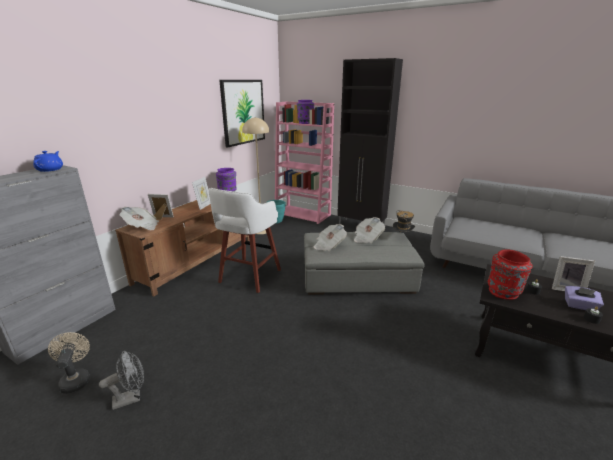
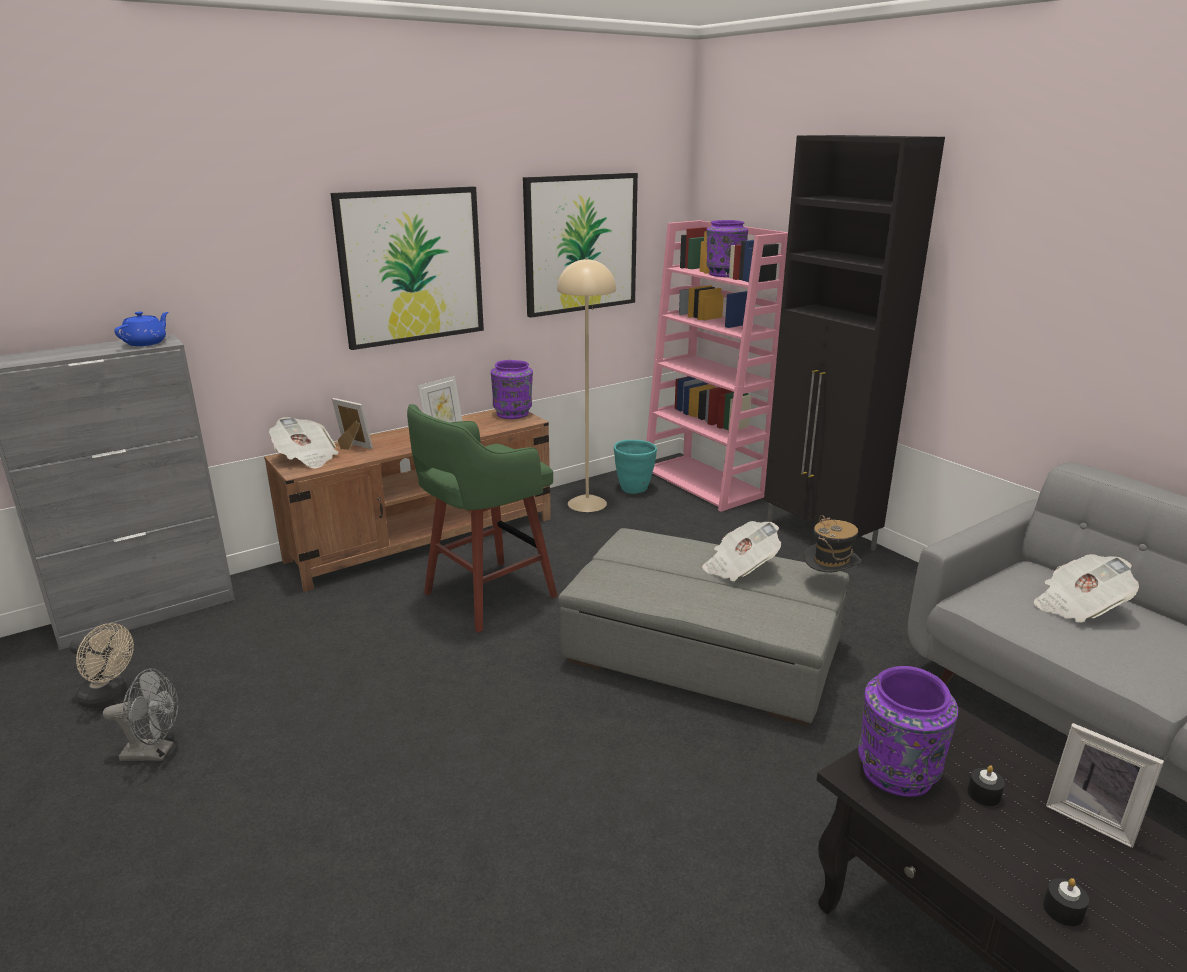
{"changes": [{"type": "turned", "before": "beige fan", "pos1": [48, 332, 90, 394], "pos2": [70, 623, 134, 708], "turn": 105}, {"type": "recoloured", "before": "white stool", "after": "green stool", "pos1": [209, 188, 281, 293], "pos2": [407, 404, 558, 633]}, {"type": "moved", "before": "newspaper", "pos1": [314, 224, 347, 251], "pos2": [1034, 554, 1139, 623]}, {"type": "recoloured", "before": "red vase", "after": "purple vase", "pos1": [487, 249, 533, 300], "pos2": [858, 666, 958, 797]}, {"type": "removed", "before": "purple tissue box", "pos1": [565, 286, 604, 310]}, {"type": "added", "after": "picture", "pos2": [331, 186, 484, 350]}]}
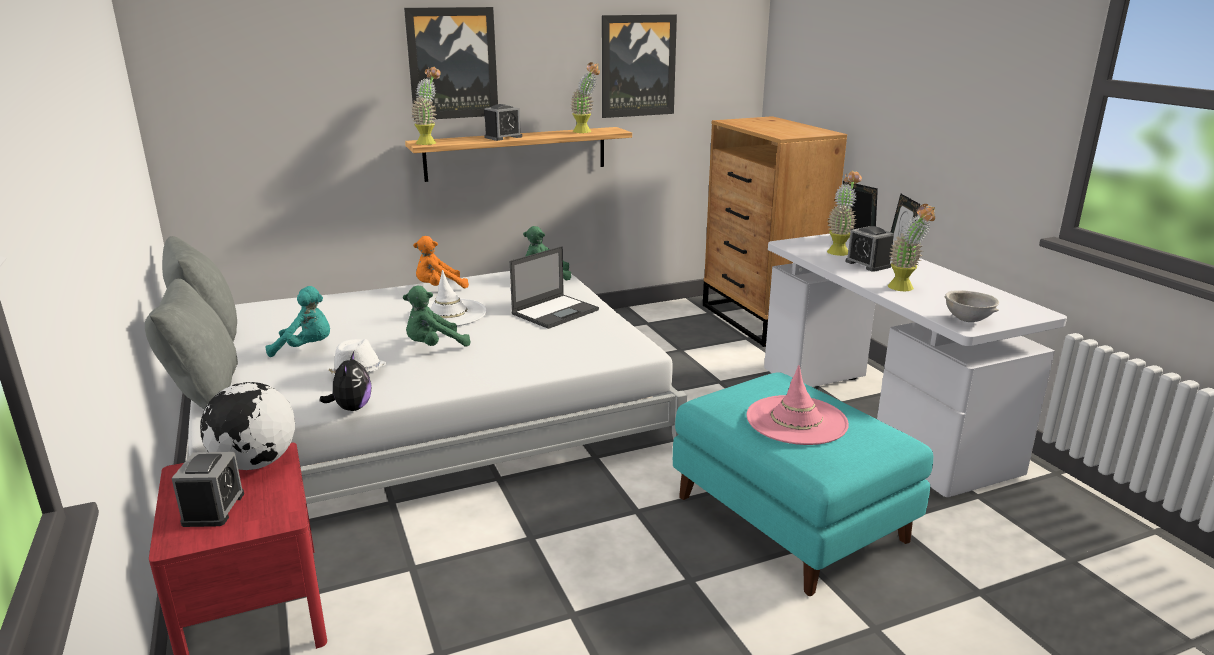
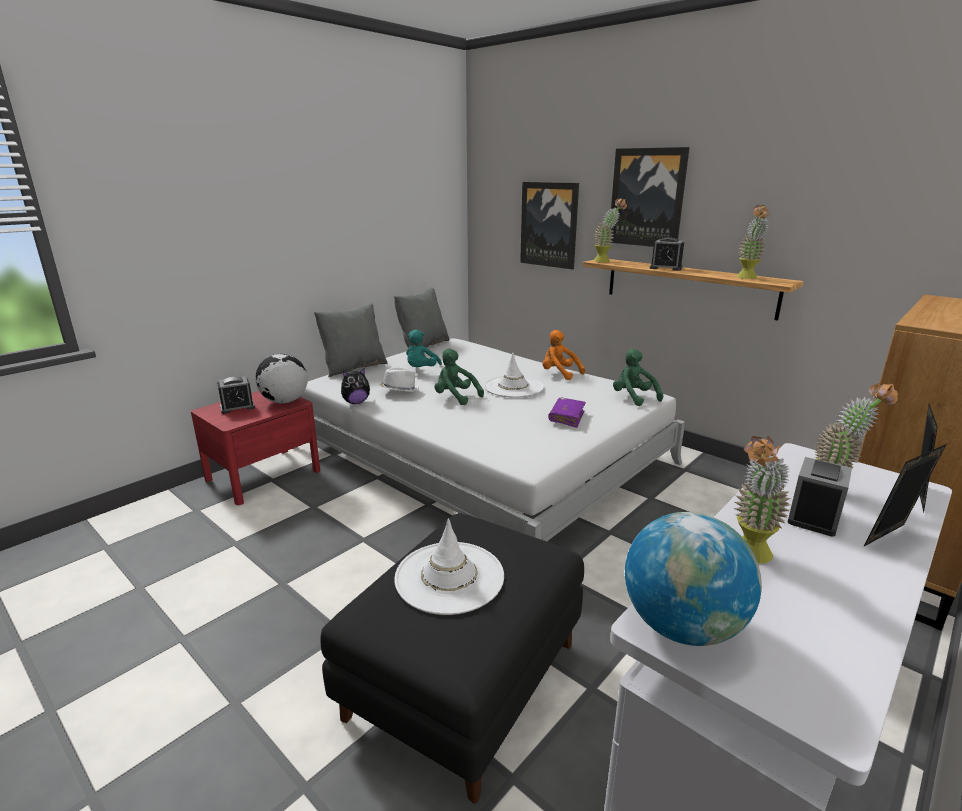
{"changes": [{"type": "turned", "before": "turquoise plush toy", "pos1": [265, 286, 330, 357], "pos2": [406, 330, 442, 367], "turn": 45}, {"type": "replaced", "before": "laptop", "after": "purple book", "pos1": [510, 246, 599, 329], "pos2": [548, 398, 586, 428]}, {"type": "moved", "before": "picture", "pos1": [602, 14, 677, 118], "pos2": [520, 182, 579, 270]}, {"type": "recoloured", "before": "turquoise ottoman", "after": "black ottoman", "pos1": [673, 372, 933, 596], "pos2": [321, 513, 584, 804]}, {"type": "recoloured", "before": "pink hat", "after": "white hat", "pos1": [747, 365, 849, 445], "pos2": [394, 519, 504, 615]}, {"type": "replaced", "before": "grey bowl", "after": "globe", "pos1": [944, 290, 999, 322], "pos2": [625, 512, 762, 646]}]}
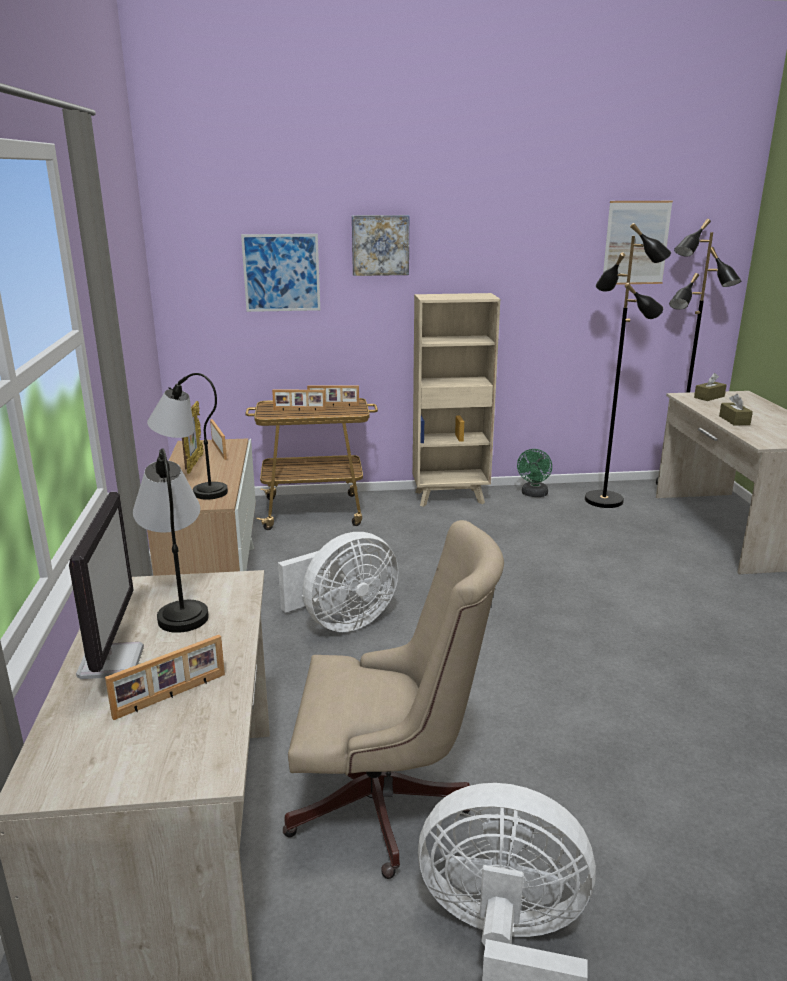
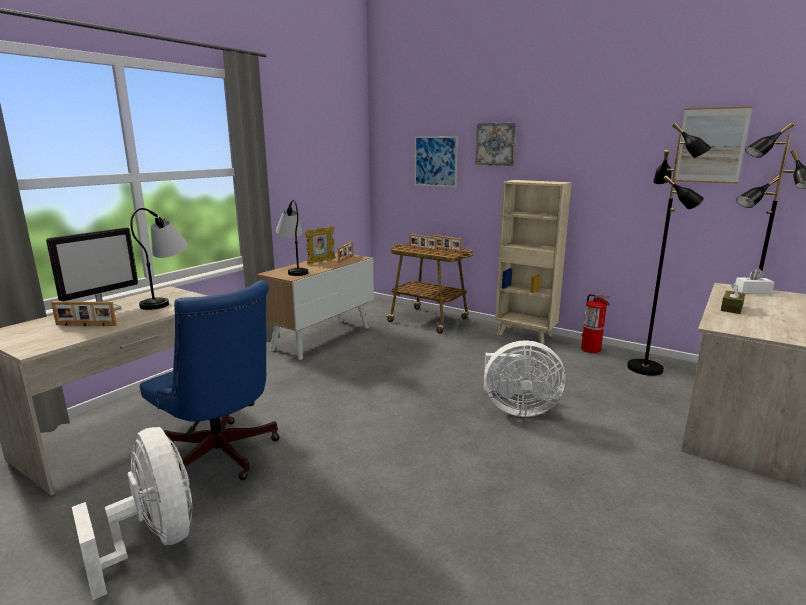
{"changes": [{"type": "moved", "before": "white fan", "pos1": [278, 532, 398, 632], "pos2": [484, 340, 566, 417]}, {"type": "recoloured", "before": "beige office chair", "after": "blue office chair", "pos1": [283, 520, 504, 879], "pos2": [140, 280, 280, 480]}, {"type": "replaced", "before": "green fan", "after": "fire extinguisher", "pos1": [517, 449, 552, 497], "pos2": [581, 294, 610, 353]}, {"type": "recoloured", "before": "brown tissue box", "after": "white tissue box", "pos1": [694, 373, 726, 401], "pos2": [736, 268, 774, 294]}]}
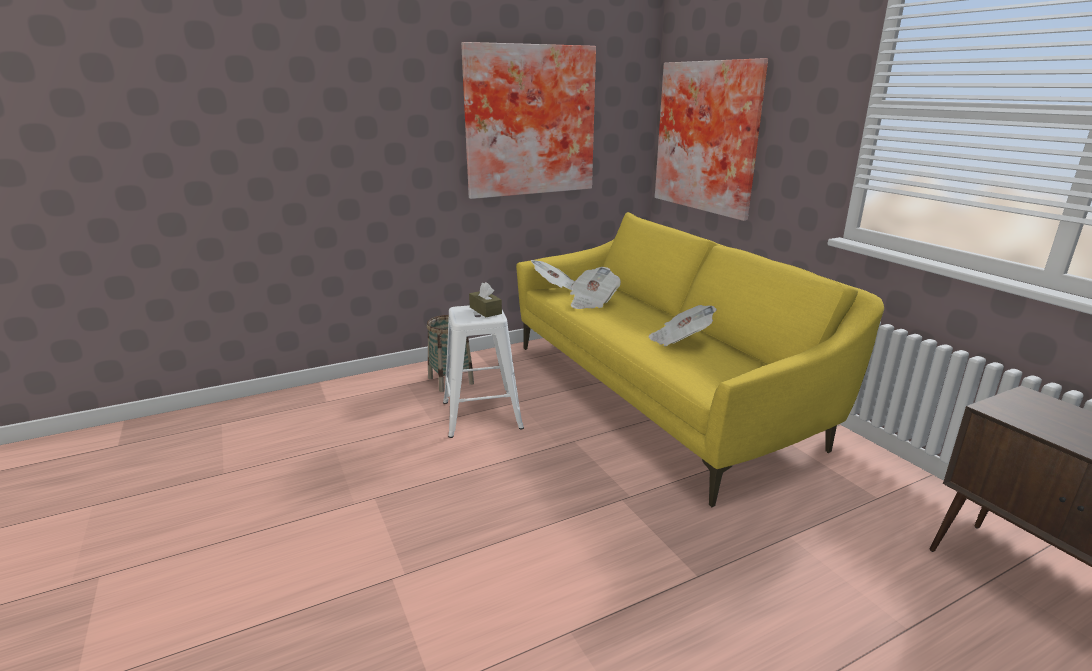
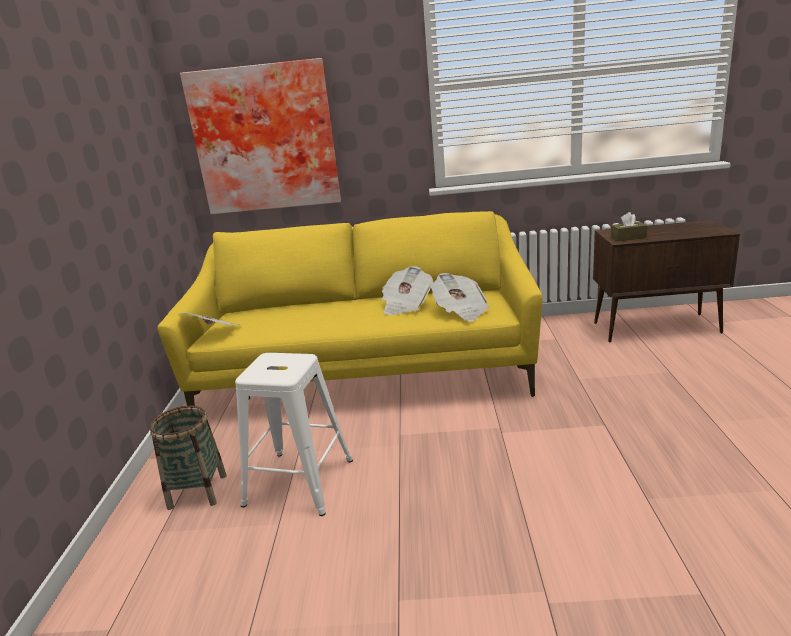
{"changes": [{"type": "removed", "before": "picture", "pos1": [461, 42, 596, 199]}, {"type": "moved", "before": "brown tissue box", "pos1": [469, 282, 502, 317], "pos2": [611, 212, 647, 241]}, {"type": "moved", "before": "newspaper", "pos1": [570, 267, 621, 309], "pos2": [430, 273, 490, 322]}]}
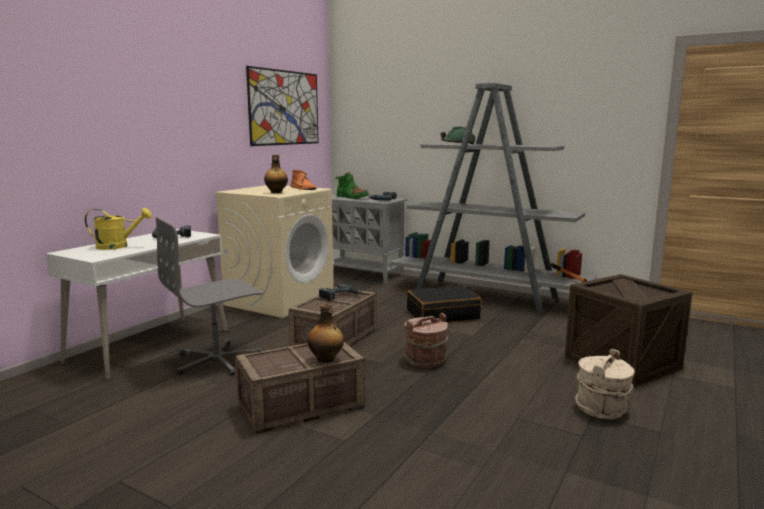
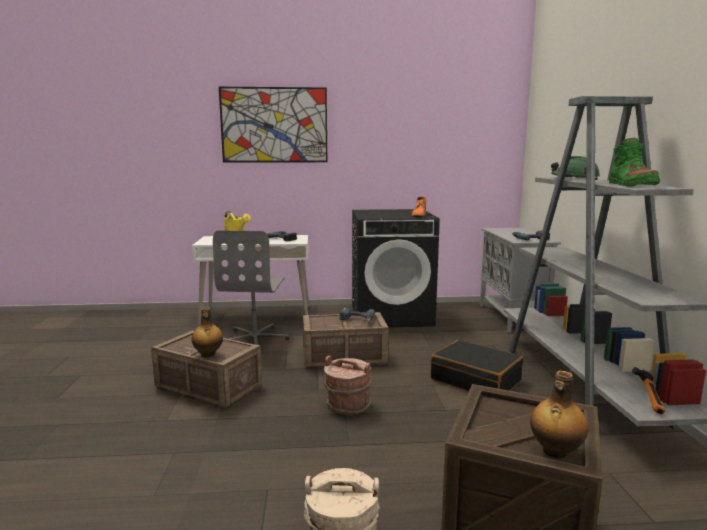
{"changes": [{"type": "turned", "before": "grey office chair", "pos1": [155, 217, 263, 376], "pos2": [213, 231, 290, 345], "turn": -105}, {"type": "recoloured", "before": "beige washing machine", "after": "black washing machine", "pos1": [214, 185, 334, 318], "pos2": [352, 209, 440, 328]}, {"type": "moved", "before": "picture", "pos1": [246, 66, 319, 146], "pos2": [219, 87, 327, 163]}, {"type": "moved", "before": "bottle", "pos1": [264, 155, 288, 193], "pos2": [530, 371, 589, 459]}, {"type": "moved", "before": "green boot", "pos1": [336, 172, 369, 199], "pos2": [609, 138, 660, 187]}]}
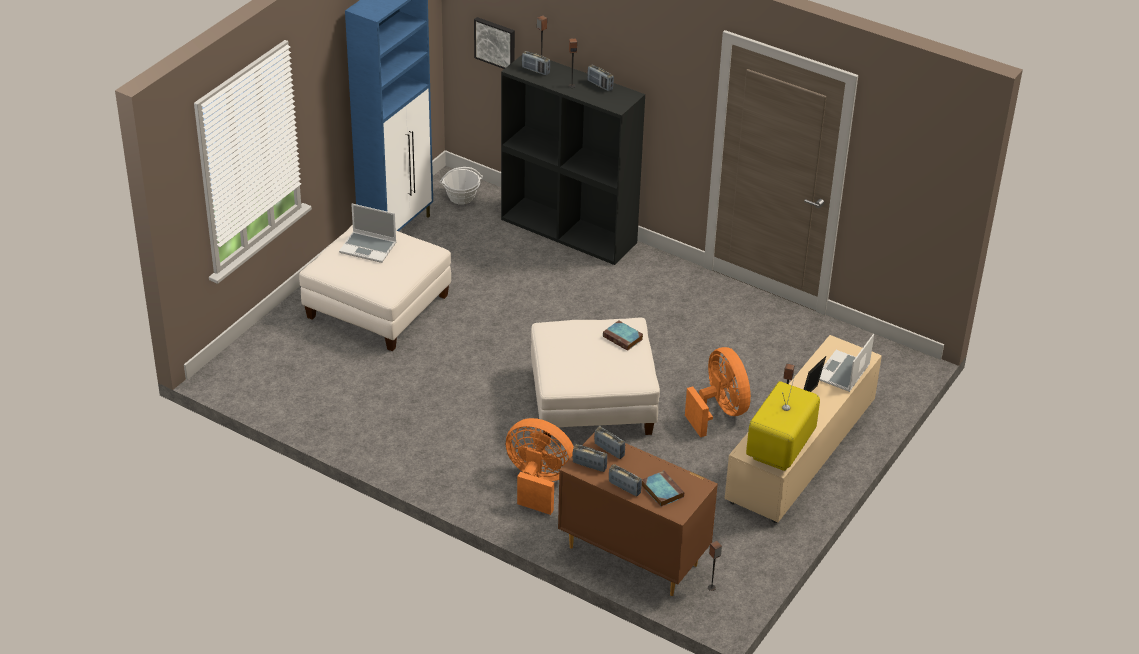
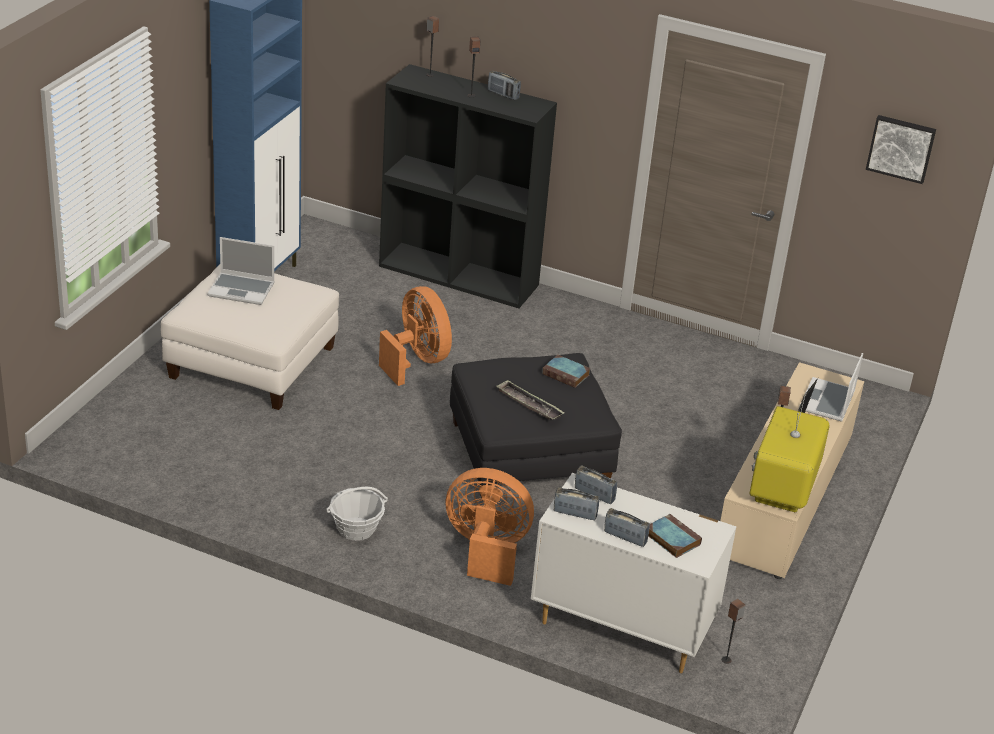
{"changes": [{"type": "moved", "before": "basket", "pos1": [440, 167, 483, 204], "pos2": [326, 487, 388, 541]}, {"type": "moved", "before": "picture", "pos1": [474, 17, 515, 69], "pos2": [866, 115, 936, 184]}, {"type": "removed", "before": "radio", "pos1": [522, 51, 550, 75]}, {"type": "recoloured", "before": "white ottoman", "after": "black ottoman", "pos1": [531, 317, 660, 440], "pos2": [450, 353, 622, 501]}, {"type": "recoloured", "before": "brown dresser", "after": "white dresser", "pos1": [558, 432, 718, 596], "pos2": [531, 473, 737, 673]}, {"type": "moved", "before": "orange fan", "pos1": [685, 347, 751, 437], "pos2": [379, 286, 452, 386]}, {"type": "added", "after": "tray", "pos2": [496, 380, 565, 420]}]}
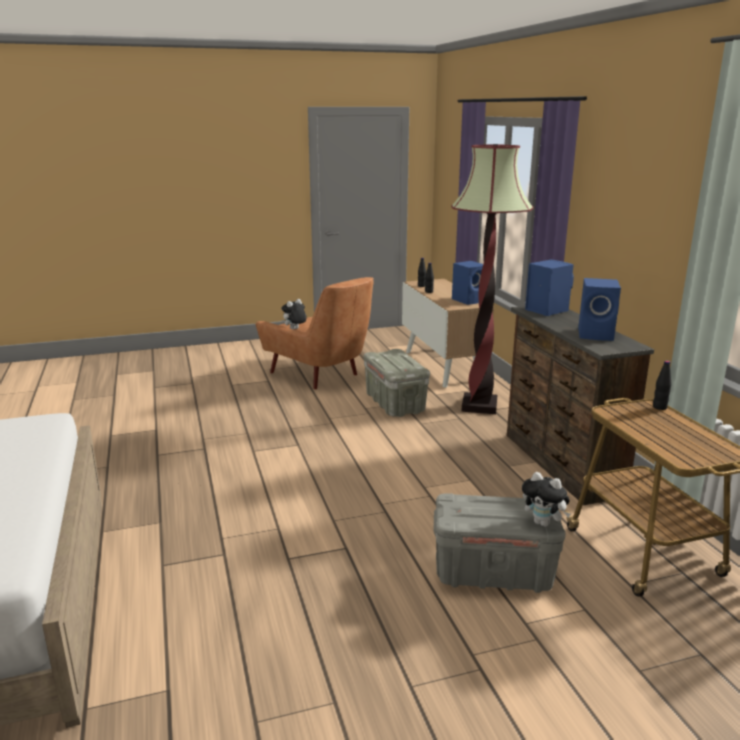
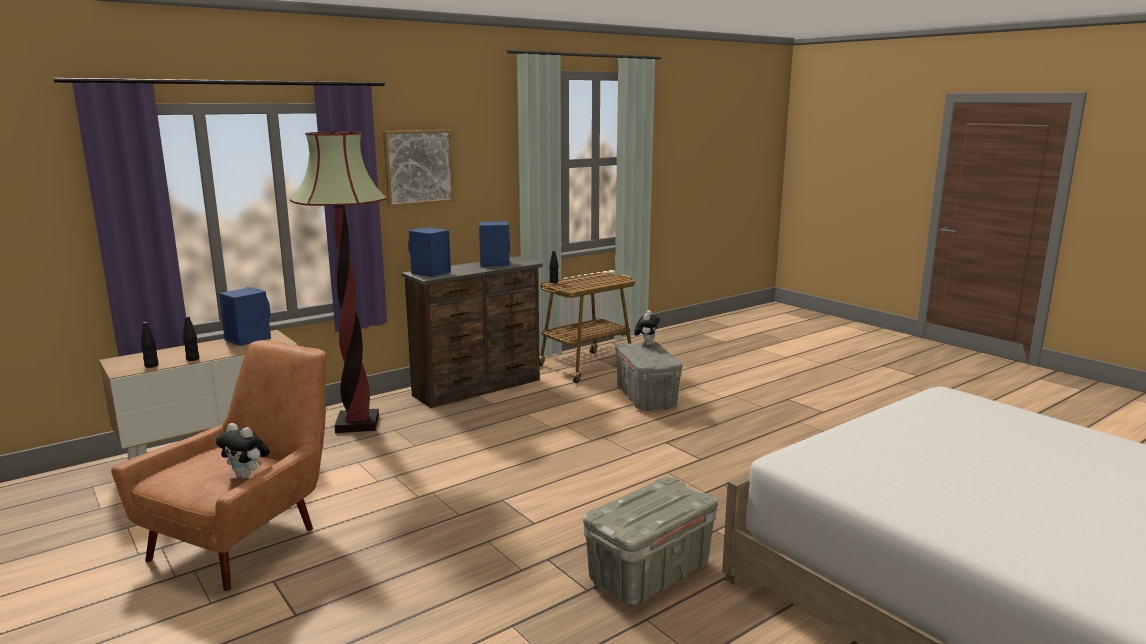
{"changes": [{"type": "moved", "before": "grey storage box", "pos1": [363, 349, 430, 417], "pos2": [583, 477, 718, 605]}, {"type": "added", "after": "picture", "pos2": [383, 130, 455, 207]}]}
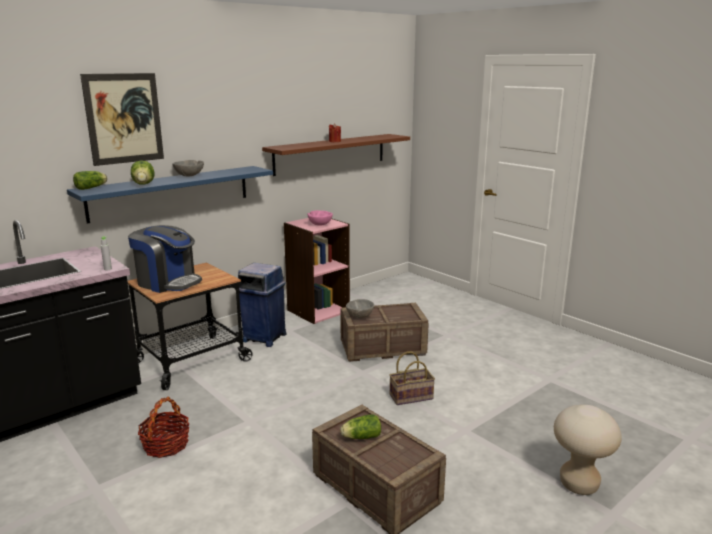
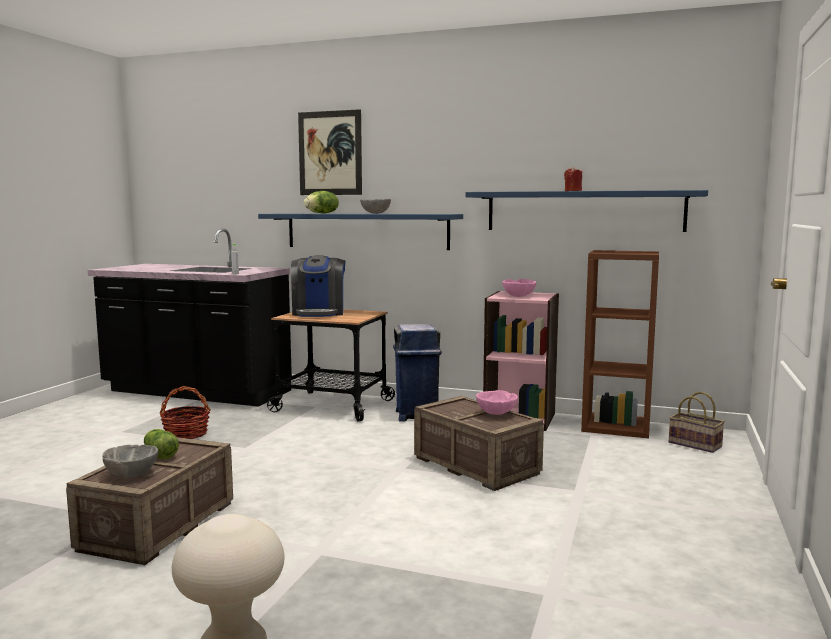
{"changes": [{"type": "removed", "before": "lettuce", "pos1": [73, 171, 107, 190]}, {"type": "recoloured", "before": "brown shelf", "after": "blue shelf", "pos1": [262, 134, 410, 176], "pos2": [465, 190, 708, 232]}, {"type": "moved", "before": "grey bowl", "pos1": [346, 299, 374, 318], "pos2": [102, 445, 158, 478]}, {"type": "moved", "before": "basket", "pos1": [389, 351, 435, 405], "pos2": [669, 391, 725, 453]}, {"type": "added", "after": "pink bowl", "pos2": [476, 390, 518, 415]}, {"type": "added", "after": "brown bookcase", "pos2": [581, 250, 659, 438]}]}
